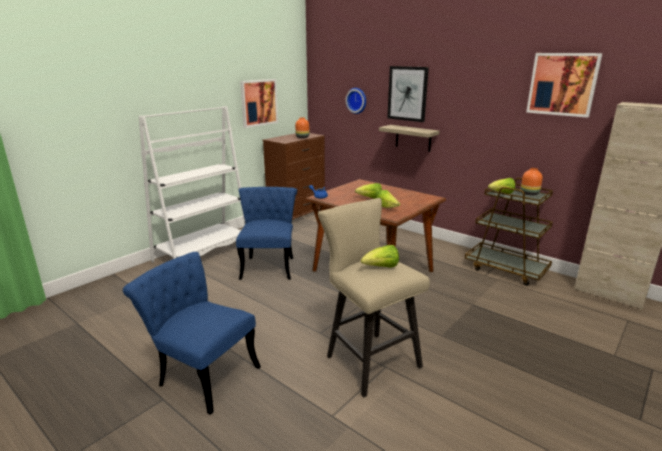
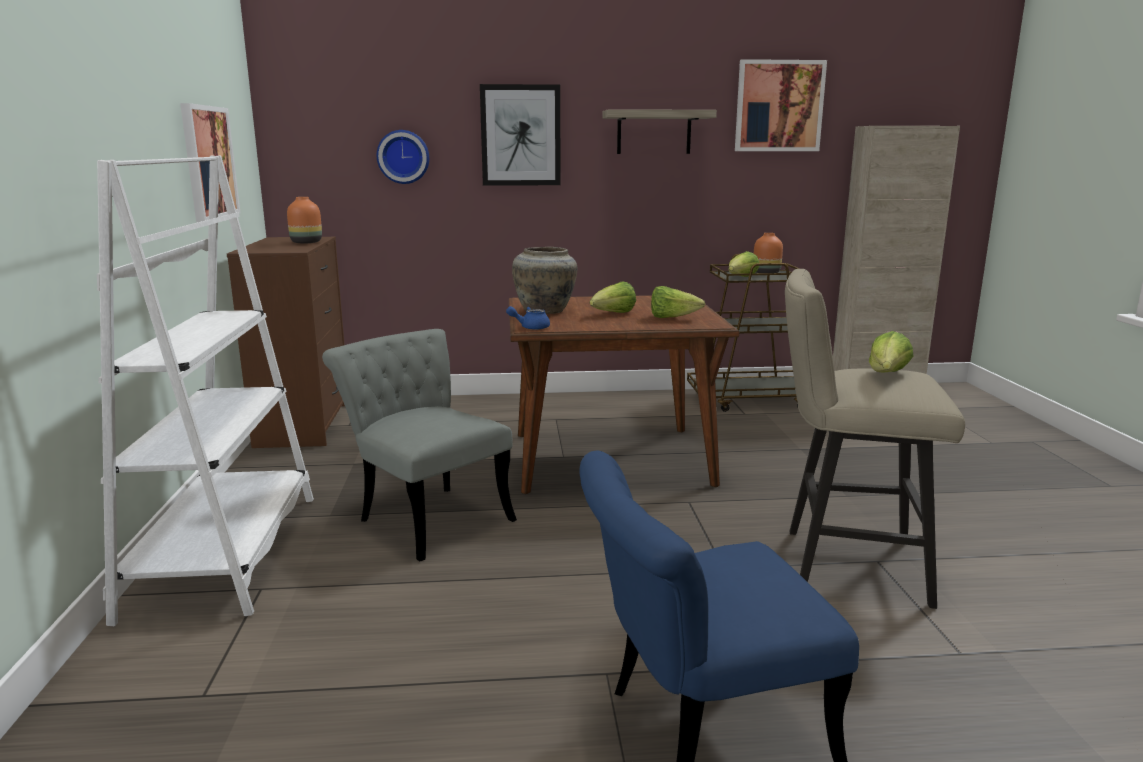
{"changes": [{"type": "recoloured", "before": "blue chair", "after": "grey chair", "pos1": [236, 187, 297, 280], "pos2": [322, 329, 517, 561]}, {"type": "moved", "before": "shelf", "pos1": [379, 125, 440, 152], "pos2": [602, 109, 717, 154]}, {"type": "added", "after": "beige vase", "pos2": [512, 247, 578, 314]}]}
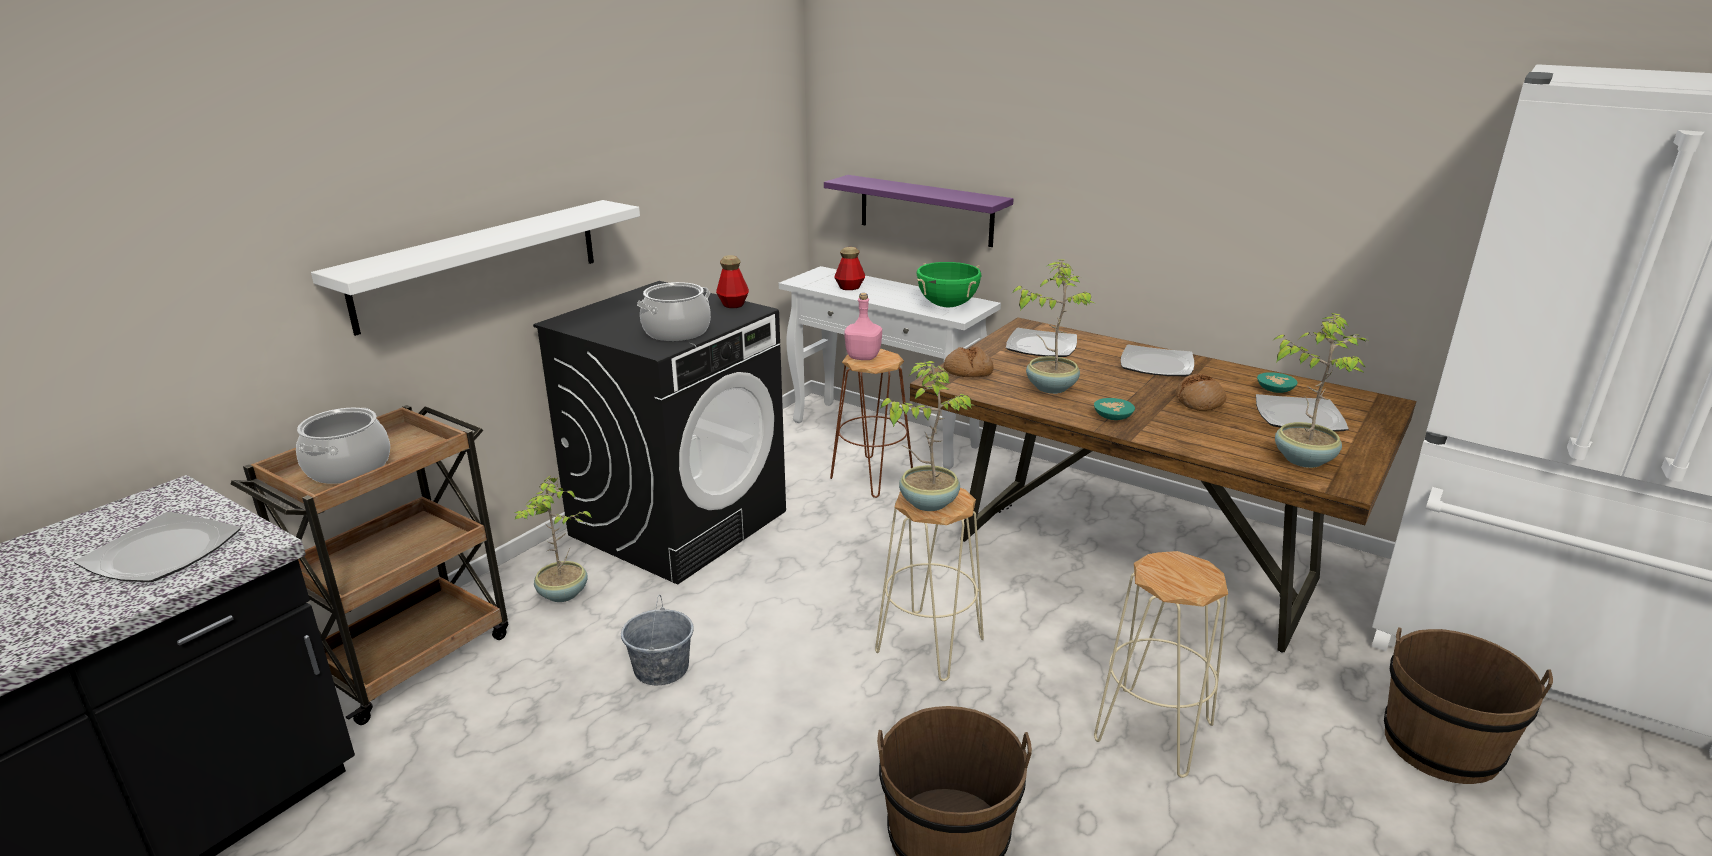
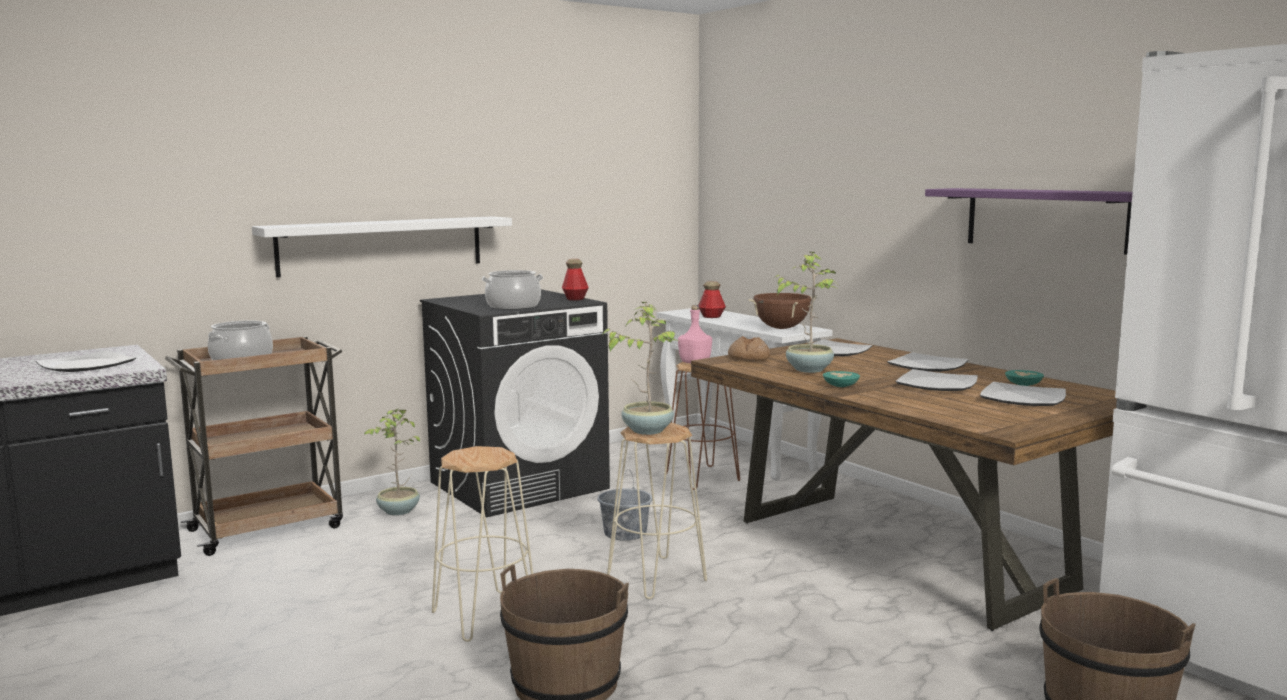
{"changes": [{"type": "moved", "before": "grey bucket", "pos1": [621, 595, 694, 685], "pos2": [597, 469, 652, 541]}, {"type": "moved", "before": "purple shelf", "pos1": [824, 175, 1013, 247], "pos2": [925, 188, 1132, 255]}, {"type": "recoloured", "before": "green cooking pot", "after": "brown cooking pot", "pos1": [917, 262, 982, 307], "pos2": [749, 293, 815, 329]}, {"type": "moved", "before": "beige stool", "pos1": [1094, 551, 1228, 778], "pos2": [432, 446, 533, 642]}, {"type": "replaced", "before": "bread", "after": "plate", "pos1": [1176, 374, 1226, 411], "pos2": [896, 369, 978, 391]}, {"type": "removed", "before": "potted plant", "pos1": [1272, 313, 1368, 468]}]}
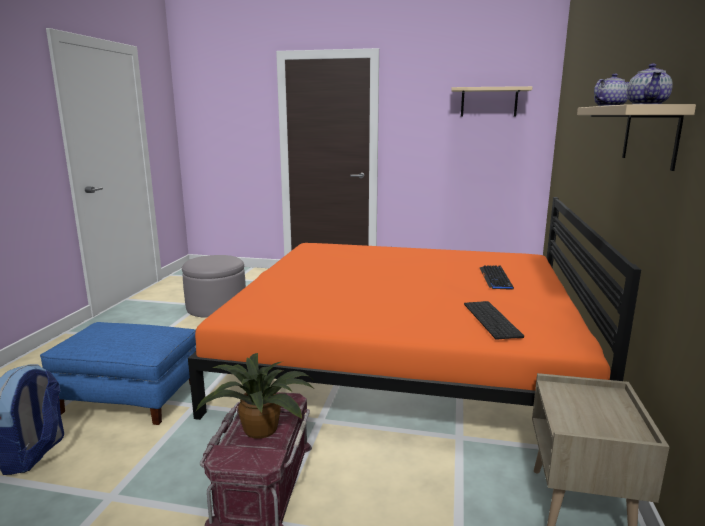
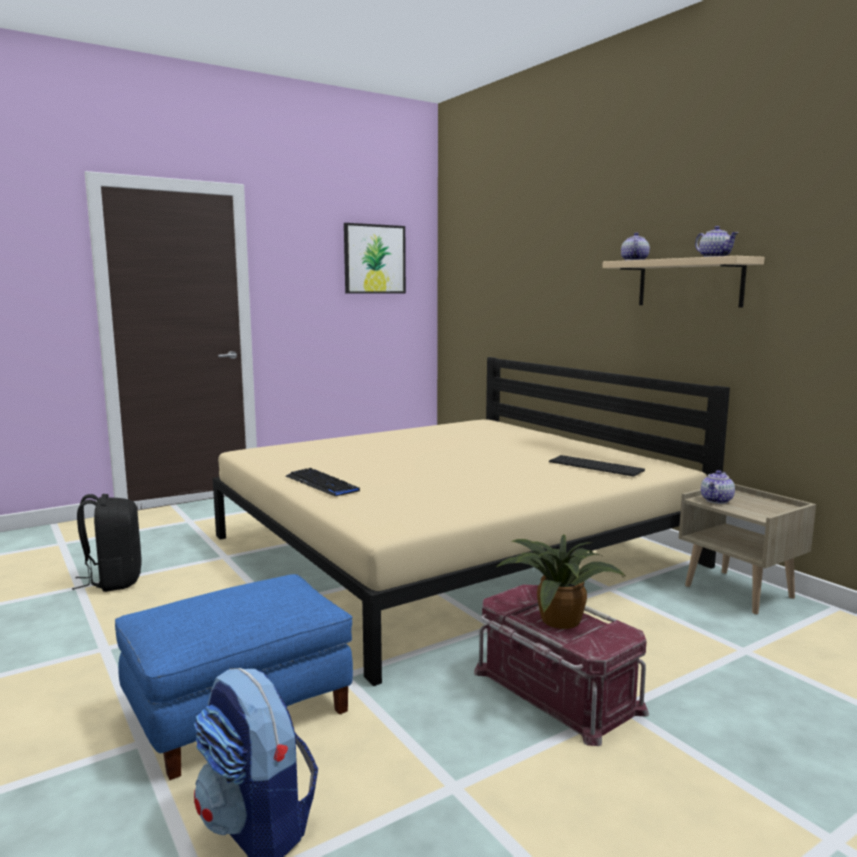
{"changes": [{"type": "replaced", "before": "grey ottoman", "after": "black backpack", "pos1": [182, 255, 246, 318], "pos2": [72, 494, 142, 592]}, {"type": "recoloured", "before": "orange bed", "after": "beige bed", "pos1": [188, 197, 641, 420], "pos2": [213, 357, 730, 686]}, {"type": "replaced", "before": "beige shelf", "after": "picture", "pos1": [451, 86, 532, 117], "pos2": [344, 223, 406, 294]}, {"type": "moved", "before": "keyboard", "pos1": [480, 265, 514, 290], "pos2": [286, 468, 360, 496]}, {"type": "added", "after": "teapot", "pos2": [701, 470, 735, 504]}]}
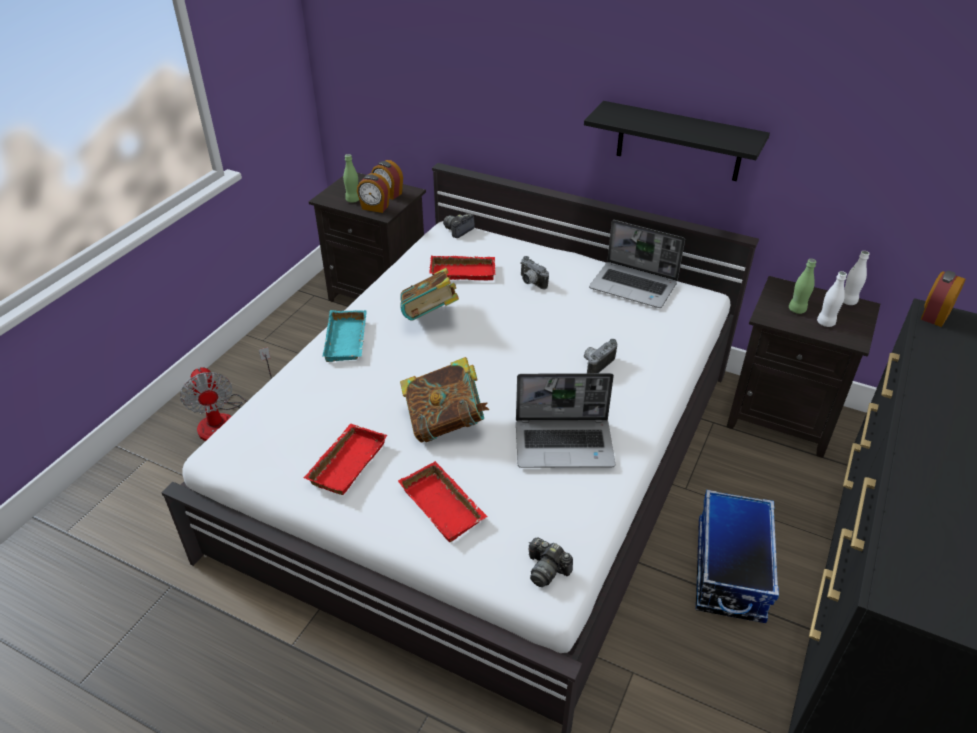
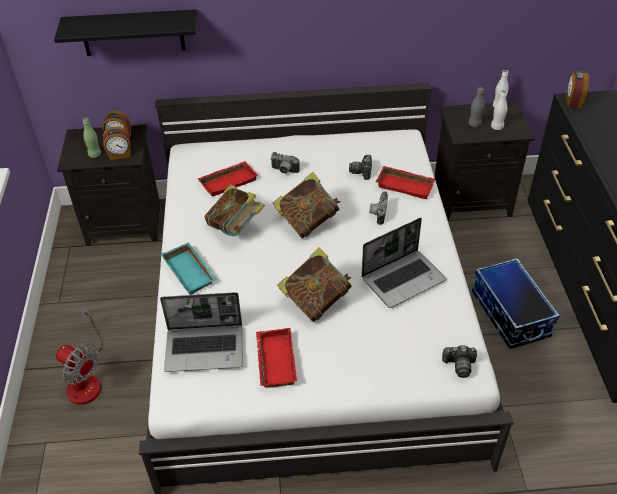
{"changes": [{"type": "moved", "before": "red tray", "pos1": [398, 461, 487, 543], "pos2": [376, 166, 436, 199]}, {"type": "moved", "before": "photo camera", "pos1": [443, 213, 475, 238], "pos2": [349, 155, 372, 180]}, {"type": "moved", "before": "black shelf", "pos1": [584, 101, 770, 181], "pos2": [54, 9, 197, 56]}, {"type": "moved", "before": "laptop", "pos1": [589, 220, 685, 308], "pos2": [160, 292, 243, 372]}, {"type": "recoloured", "before": "green bottle", "after": "grey bottle", "pos1": [789, 259, 816, 314], "pos2": [469, 87, 484, 127]}, {"type": "added", "after": "book", "pos2": [272, 172, 340, 239]}]}
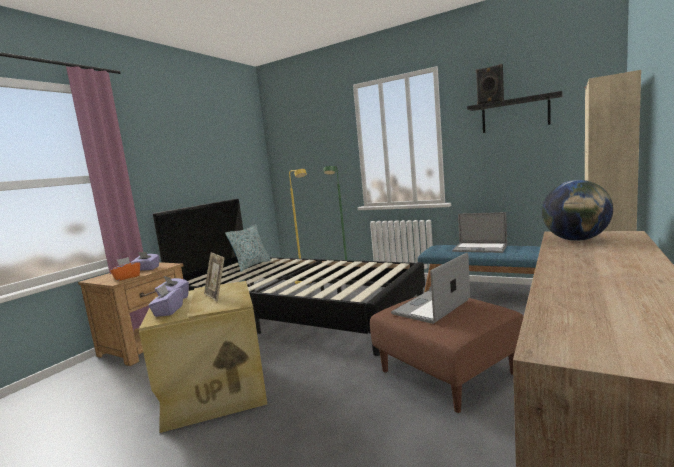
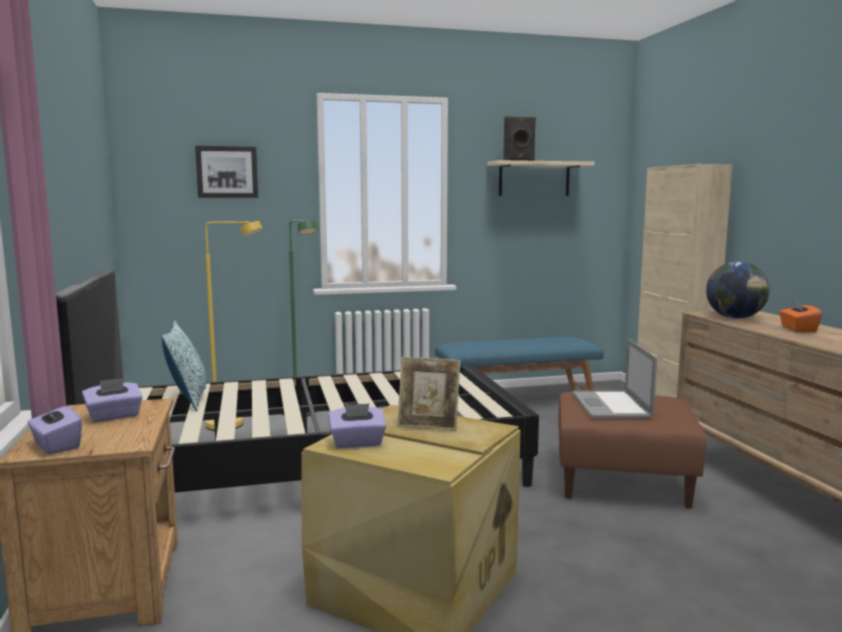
{"changes": [{"type": "moved", "before": "orange tissue box", "pos1": [110, 257, 140, 281], "pos2": [779, 298, 822, 332]}, {"type": "moved", "before": "purple tissue box", "pos1": [148, 284, 183, 317], "pos2": [27, 403, 82, 455]}, {"type": "removed", "before": "laptop", "pos1": [452, 212, 507, 253]}, {"type": "recoloured", "before": "black shelf", "after": "beige shelf", "pos1": [467, 91, 563, 133], "pos2": [488, 160, 595, 196]}, {"type": "added", "after": "picture", "pos2": [195, 146, 258, 198]}]}
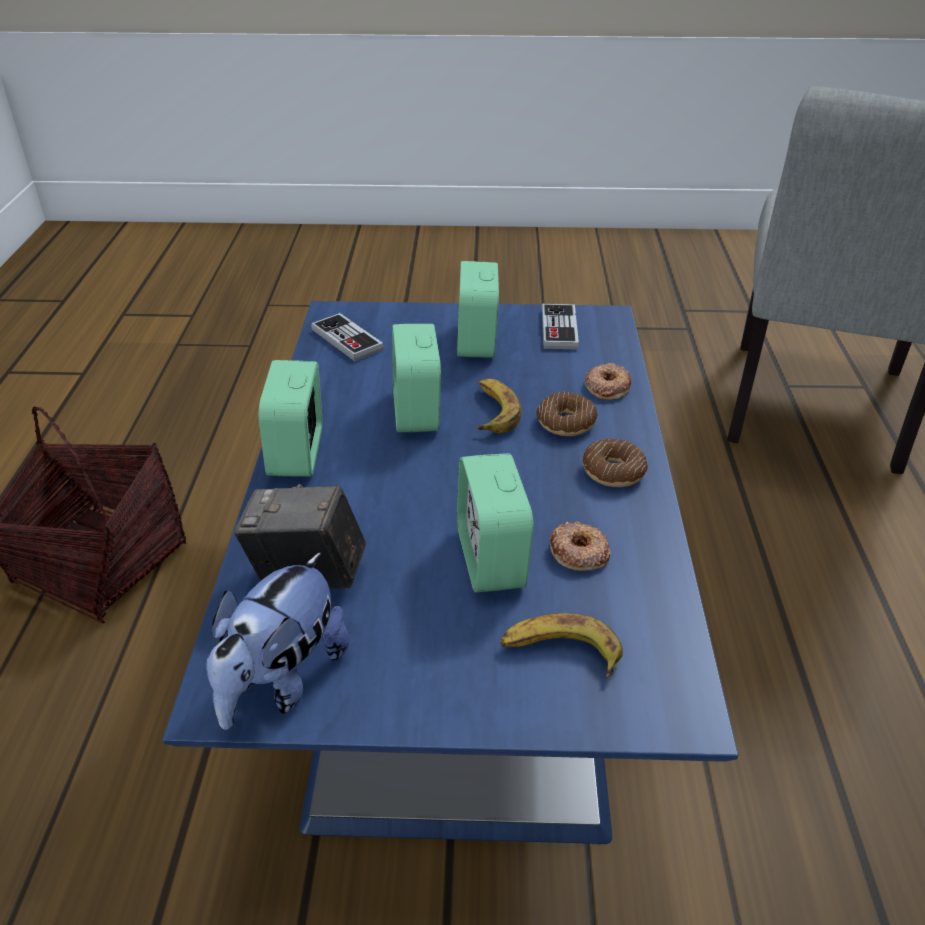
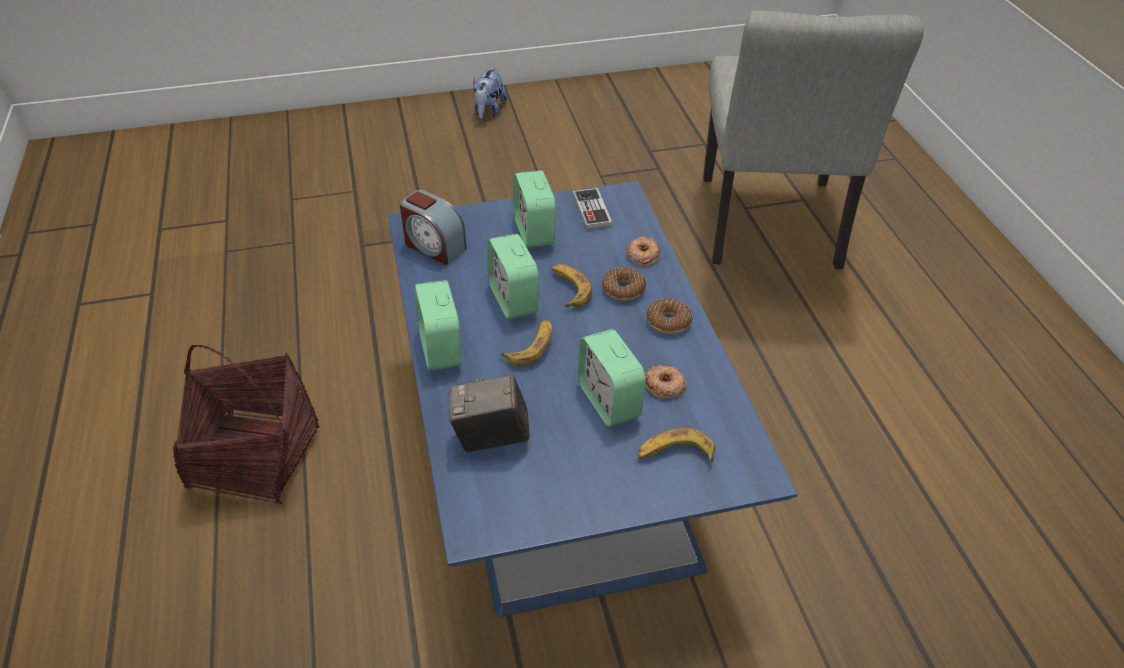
{"changes": [{"type": "moved", "before": "plush toy", "pos1": [206, 552, 349, 730], "pos2": [473, 67, 507, 119]}, {"type": "replaced", "before": "game controller", "after": "alarm clock", "pos1": [311, 313, 384, 361], "pos2": [399, 190, 467, 265]}, {"type": "added", "after": "banana", "pos2": [501, 320, 552, 366]}]}
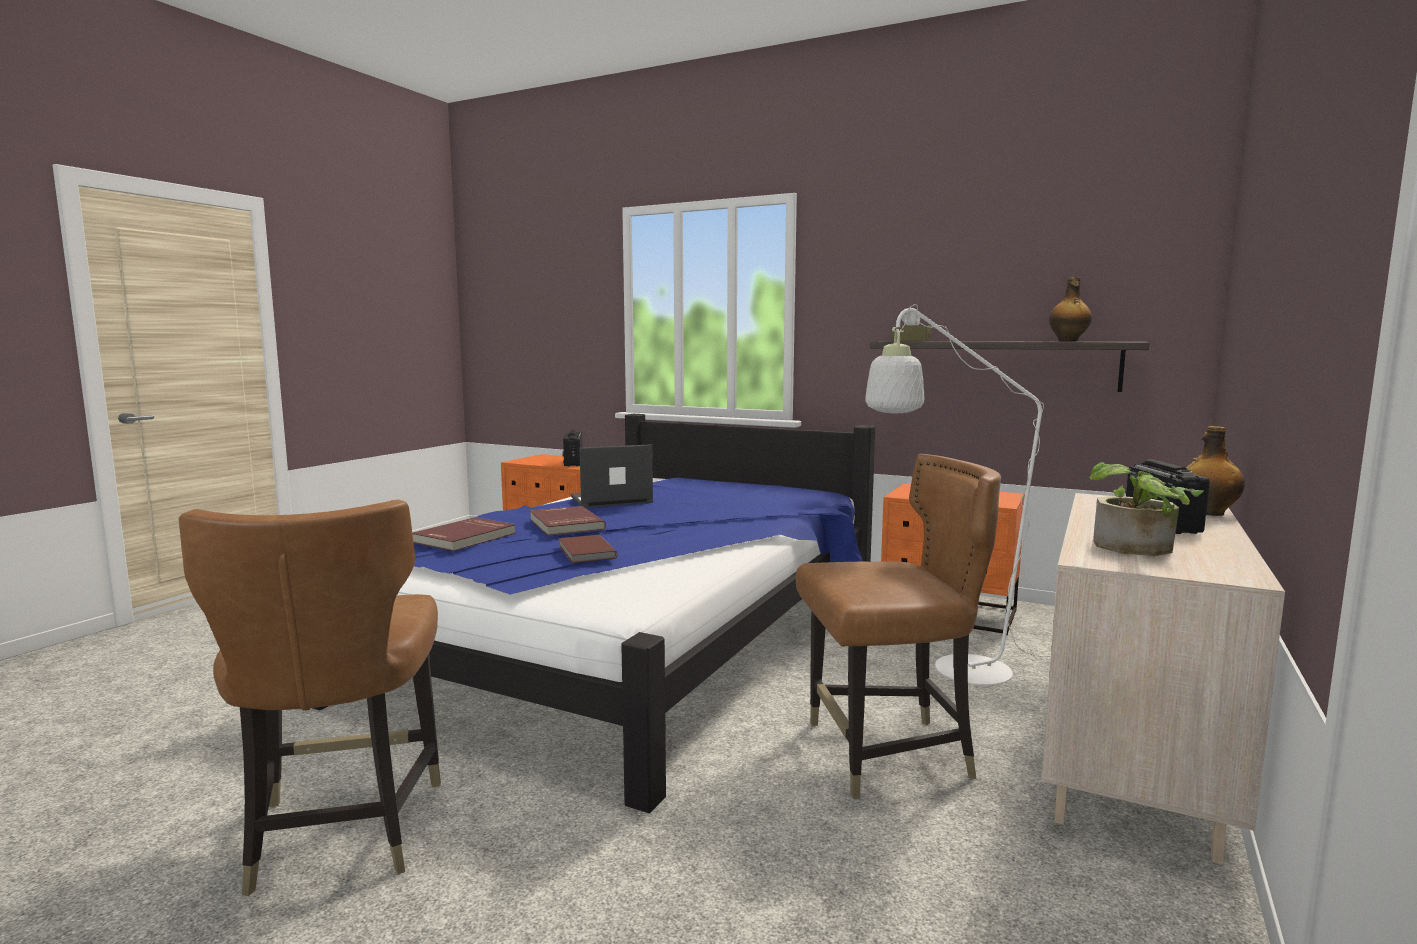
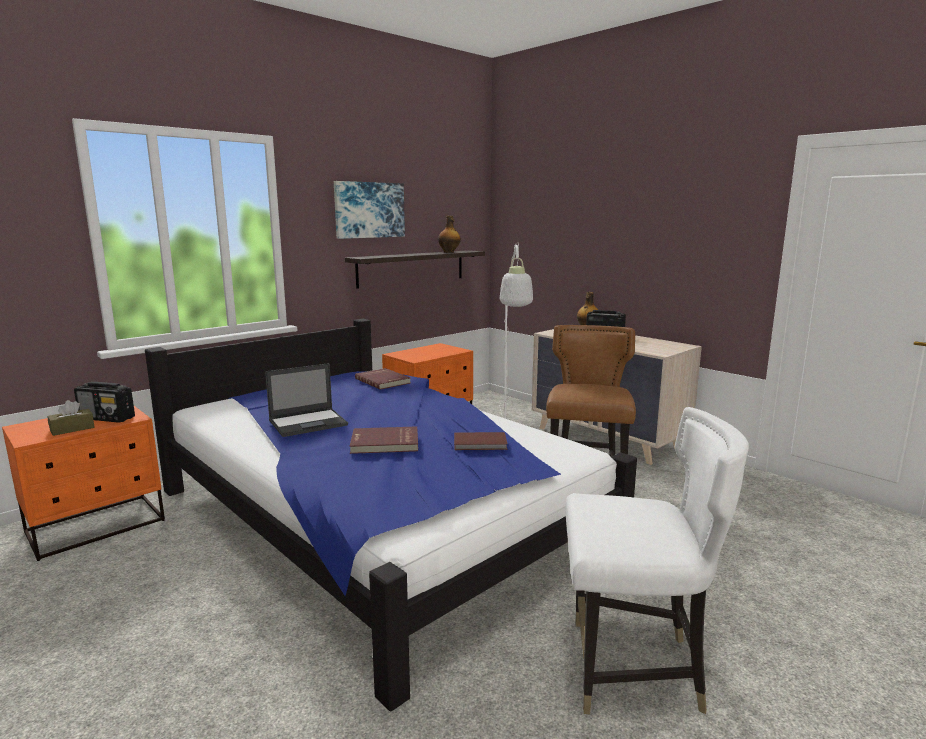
{"changes": [{"type": "recoloured", "before": "brown chair", "after": "white chair", "pos1": [178, 499, 441, 896], "pos2": [566, 407, 749, 714]}, {"type": "moved", "before": "red book", "pos1": [412, 517, 516, 551], "pos2": [355, 368, 410, 390]}, {"type": "turned", "before": "laptop", "pos1": [571, 444, 653, 508], "pos2": [265, 363, 348, 437], "turn": -120}, {"type": "moved", "before": "brown tissue box", "pos1": [891, 312, 931, 341], "pos2": [47, 400, 94, 436]}, {"type": "removed", "before": "potted plant", "pos1": [1089, 462, 1204, 556]}, {"type": "added", "after": "picture", "pos2": [334, 181, 405, 239]}]}
